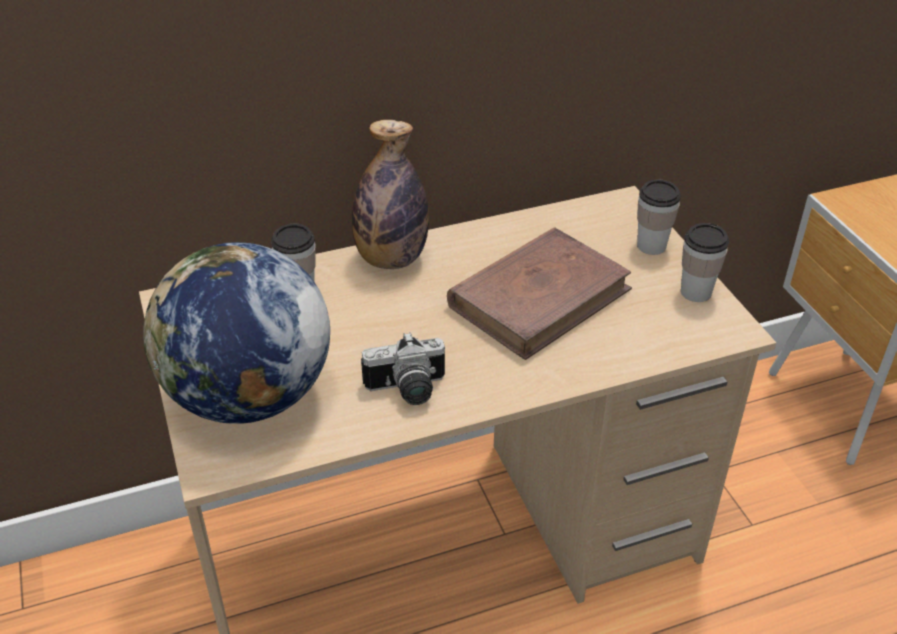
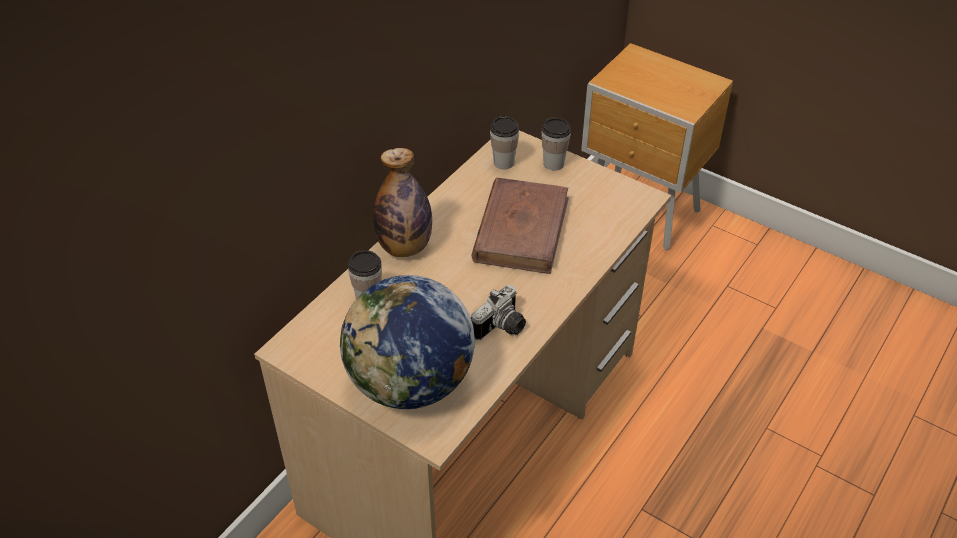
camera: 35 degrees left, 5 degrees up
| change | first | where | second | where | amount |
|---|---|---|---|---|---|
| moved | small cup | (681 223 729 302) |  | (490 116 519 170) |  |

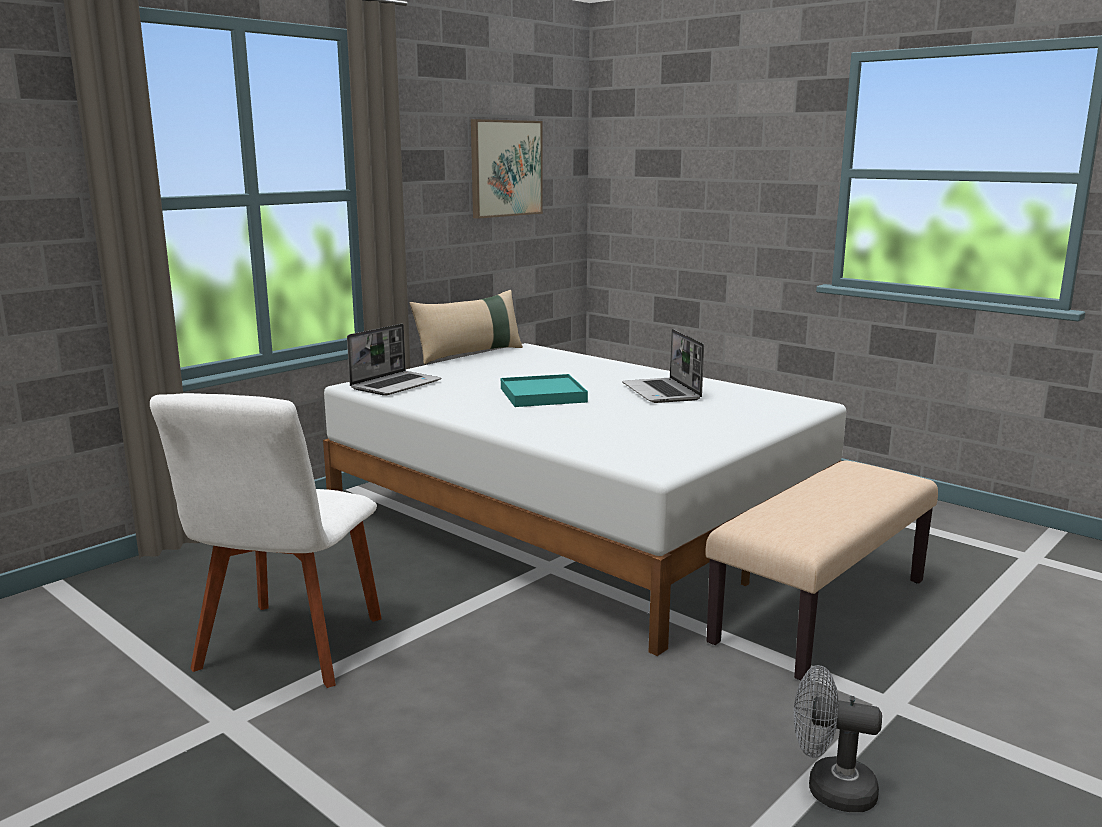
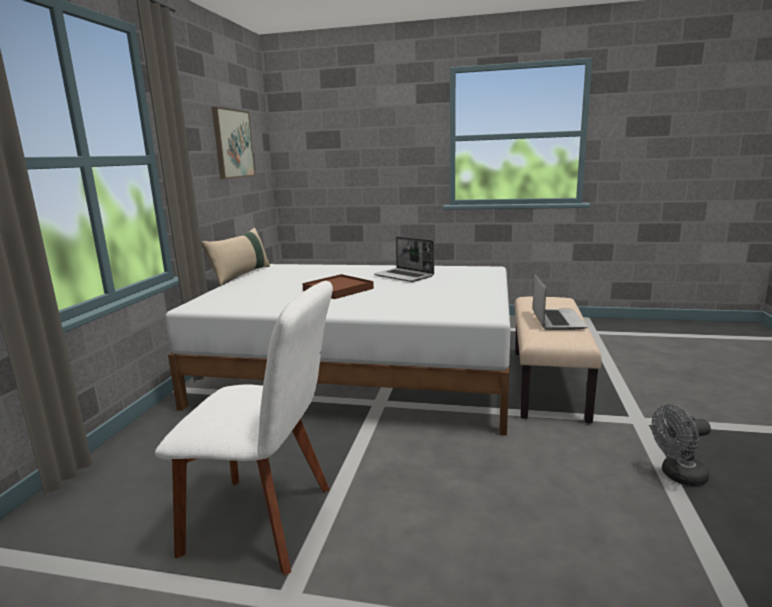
camera: 30 degrees left, 0 degrees up
| change | first | where | second | where | amount |
|---|---|---|---|---|---|
| turned | plain chair in whitish | (150 393 382 688) |  | (155 281 333 576) | 60 degrees counterclockwise |
| recoloured | tray in blue-green | (501 374 588 407) | tray in brown-coloured | (302 274 374 299) |  |
| moved | portable computer | (347 324 441 396) |  | (533 273 588 330) |  |

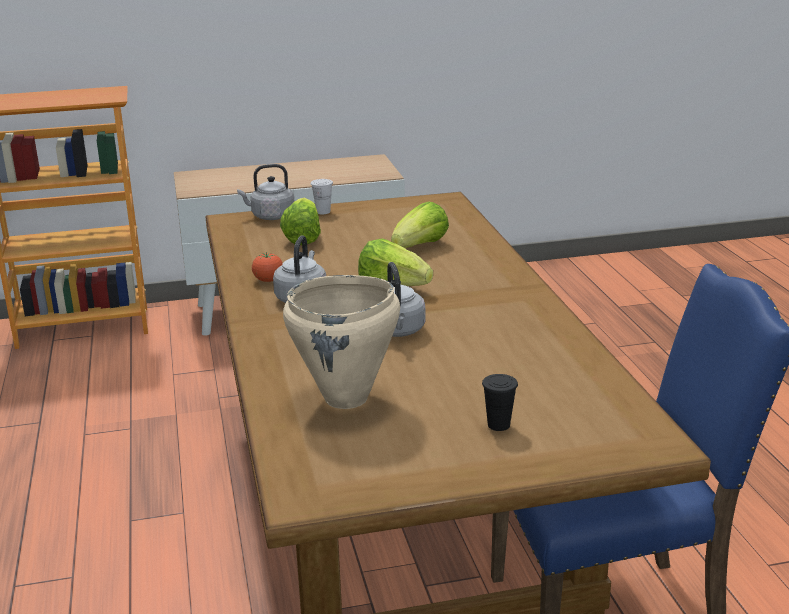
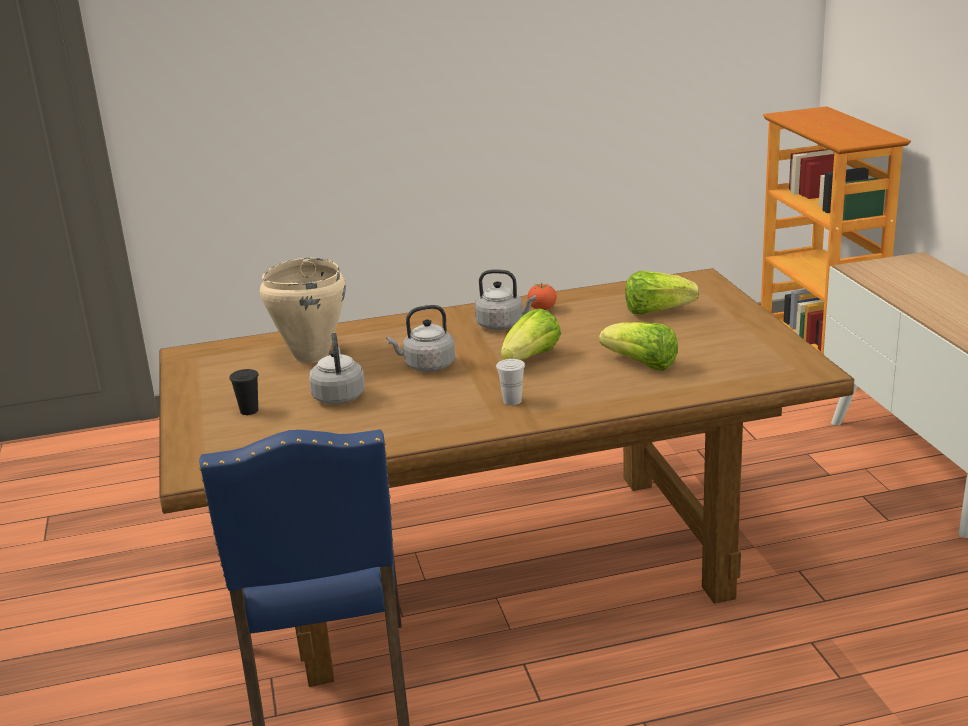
camera: 90 degrees right, 0 degrees up
| change | first | where | second | where | amount |
|---|---|---|---|---|---|
| moved | tea kettle in greyish | (237 164 295 220) |  | (309 333 365 404) |  |
| moved | small cup in whitish | (311 179 333 214) |  | (496 359 525 405) |  |

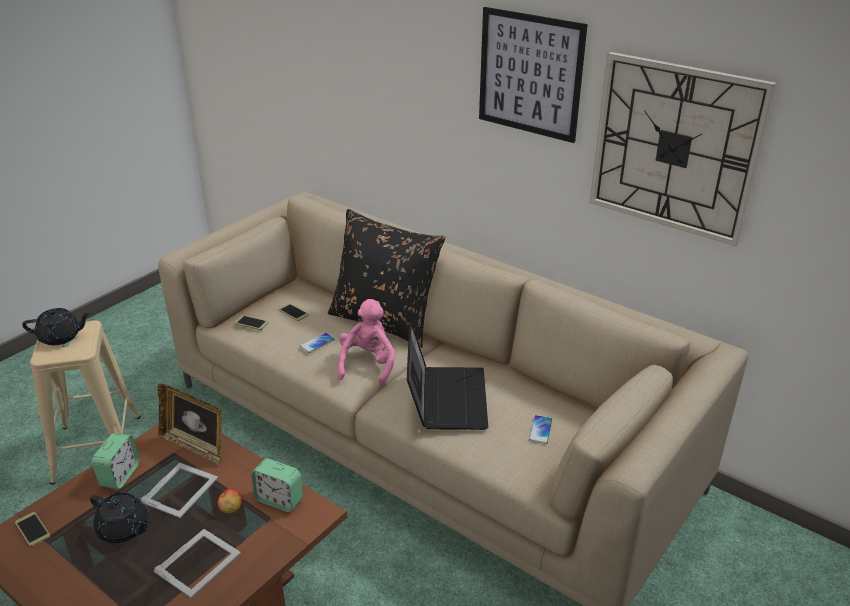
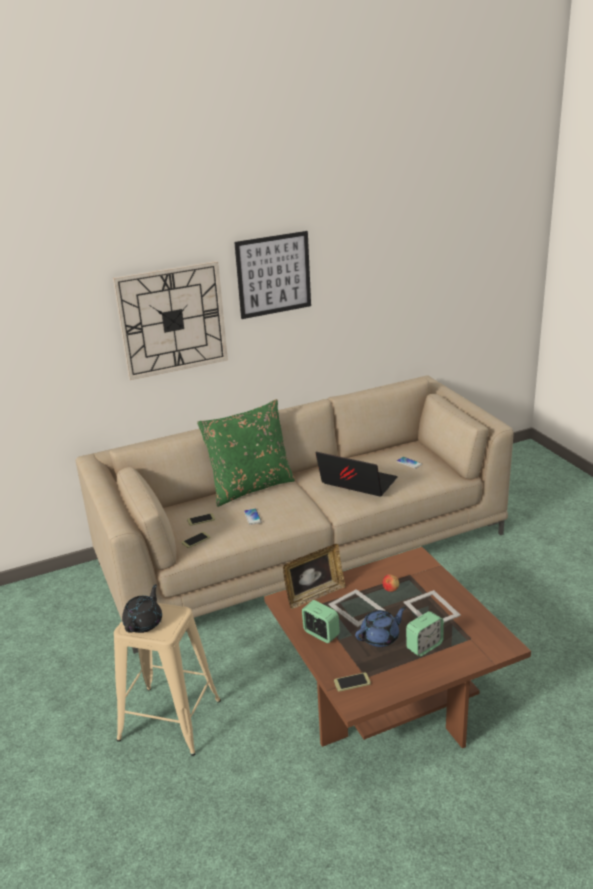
camera: 60 degrees left, 5 degrees down
| change | first | where | second | where | amount |
|---|---|---|---|---|---|
| moved | wall clock | (590 52 777 246) |  | (113 261 228 380) |  |
| recoloured | throw pillow in black-coloured | (328 209 445 348) | throw pillow in green-coloured | (197 399 296 507) |  |
| recoloured | tea pot in black-coloured | (90 492 150 543) | tea pot in bluish | (355 607 406 647) |  |
| moved | bedside clock | (251 459 303 512) |  | (406 611 444 657) |  |
| removed | soft toy in pinkish | (337 299 395 387) |  |  |  |

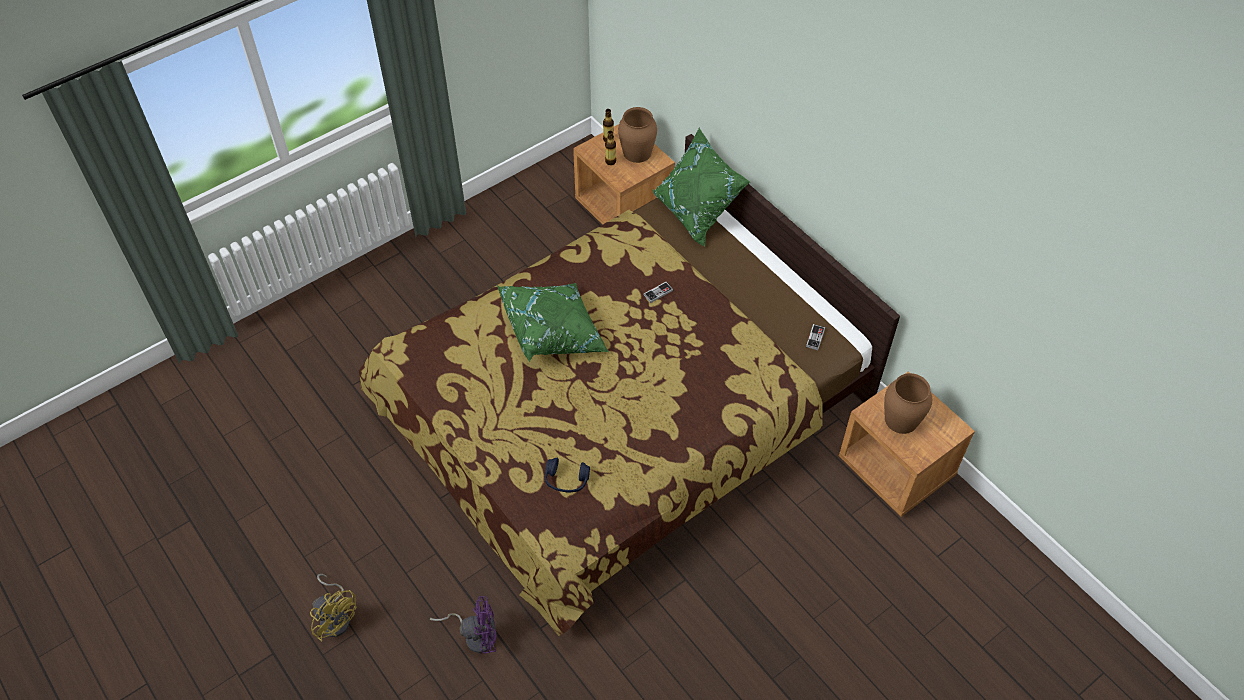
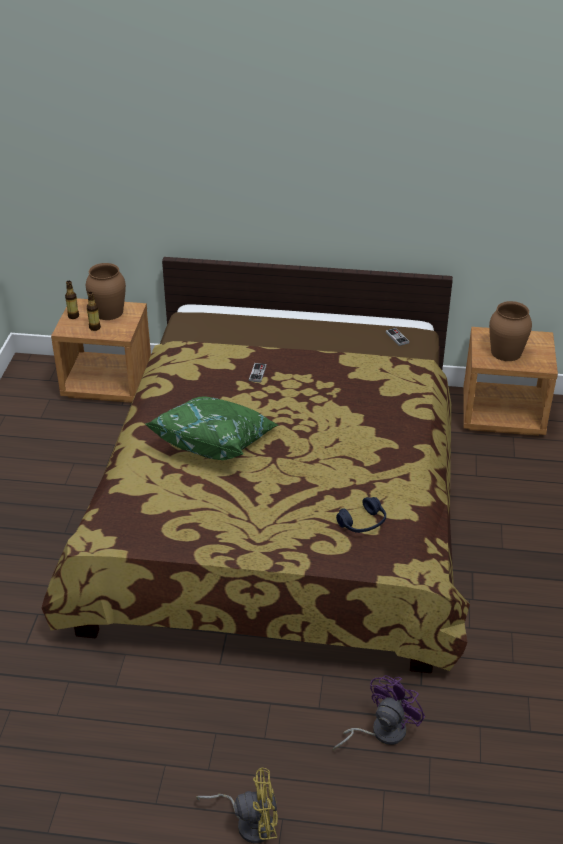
camera: 45 degrees left, 15 degrees down
| change | first | where | second | where | amount |
|---|---|---|---|---|---|
| removed | throw pillow in green-coloured | (652 128 750 247) |  |  |  |

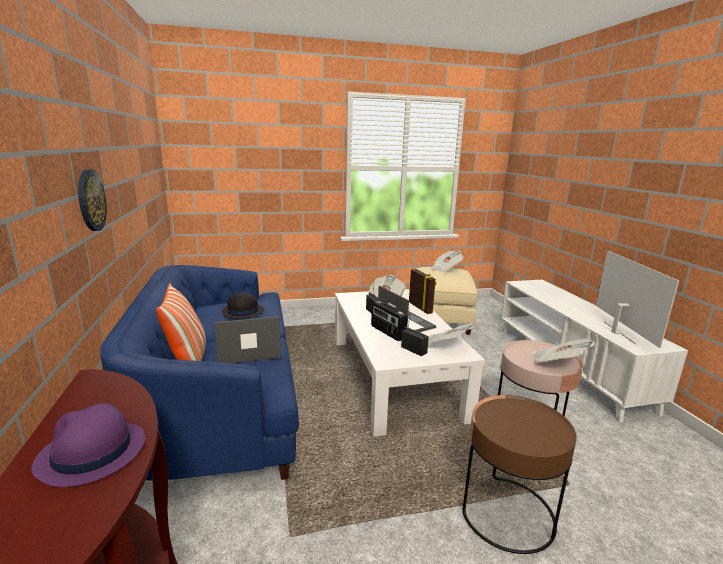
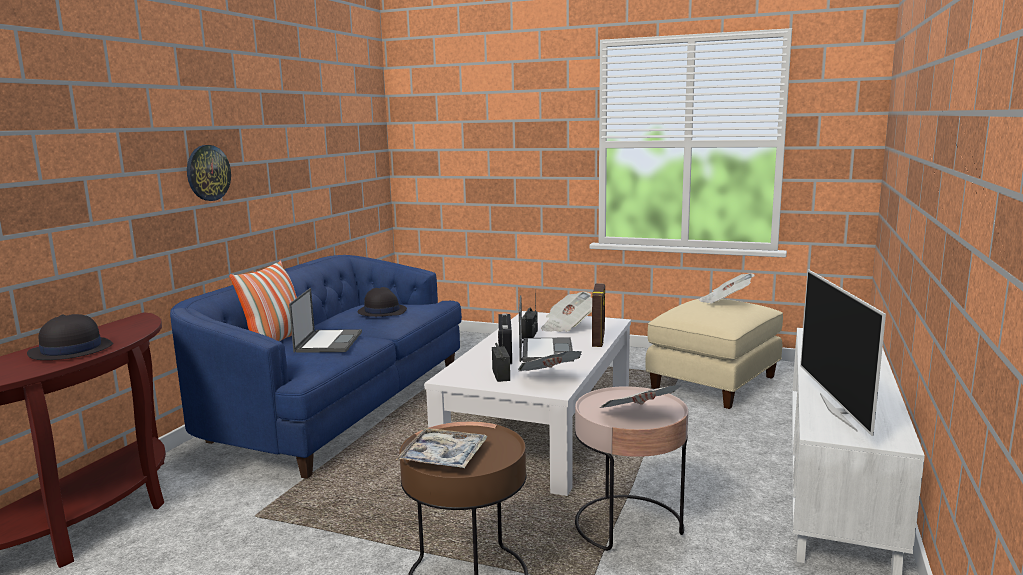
camera: 35 degrees right, 5 degrees down
| change | first | where | second | where | amount |
|---|---|---|---|---|---|
| recoloured | wearable hat in purple-coloured | (31 403 145 487) | wearable hat in black-coloured | (27 314 113 360) |  |
| turned | portable computer | (214 316 281 363) |  | (289 288 362 353) | 75 degrees clockwise |
| added |  |  | tray | (396 428 488 468) |  |
| turned | TV | (596 251 679 348) |  | (800 270 886 436) | 150 degrees clockwise |

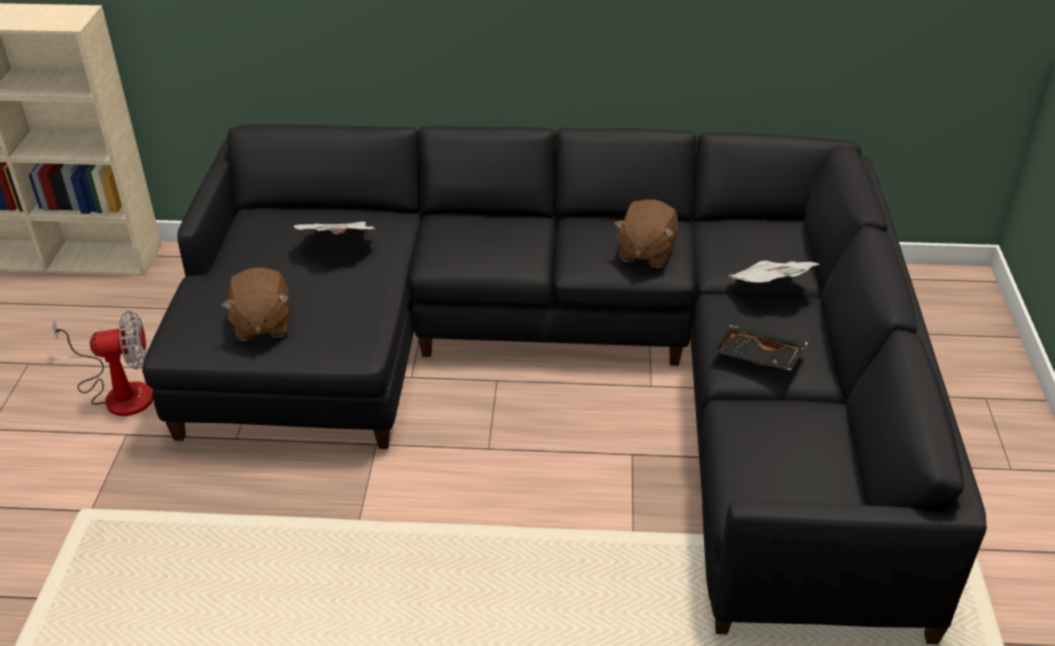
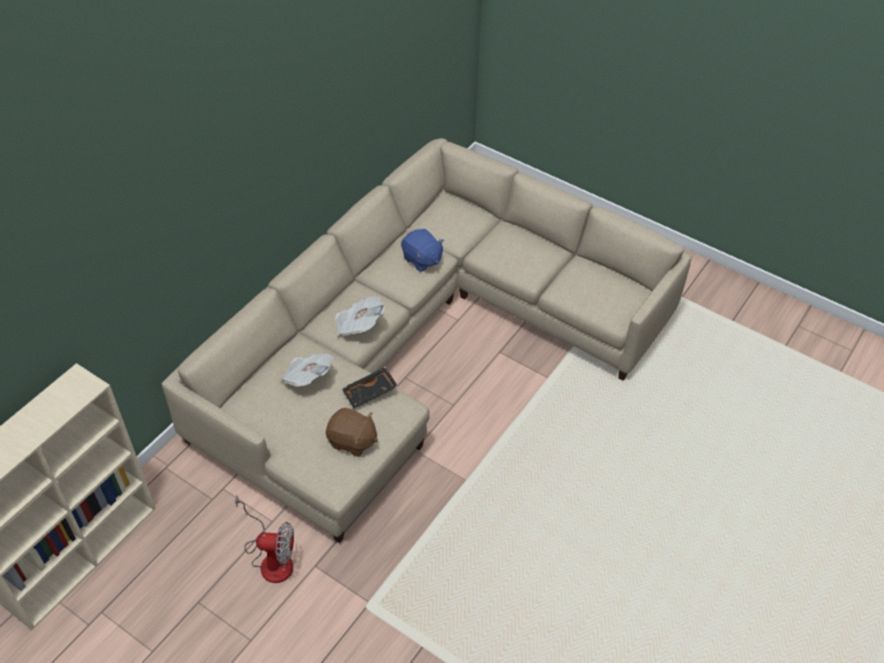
camera: 60 degrees left, 10 degrees up
| change | first | where | second | where | amount |
|---|---|---|---|---|---|
| recoloured | couch in black-coloured | (142 124 987 644) | couch in beige-coloured | (162 138 692 543) |  |
| turned | electric fan | (52 310 153 416) |  | (235 495 294 583) | 75 degrees clockwise |
| moved | daily paper | (729 261 819 283) |  | (335 297 385 336) |  |
| moved | tray in black-coloured | (711 325 808 370) |  | (341 367 398 408) |  |
| recoloured | soft toy in brown-coloured | (614 199 679 268) | soft toy in bluish | (401 229 444 272) |  |

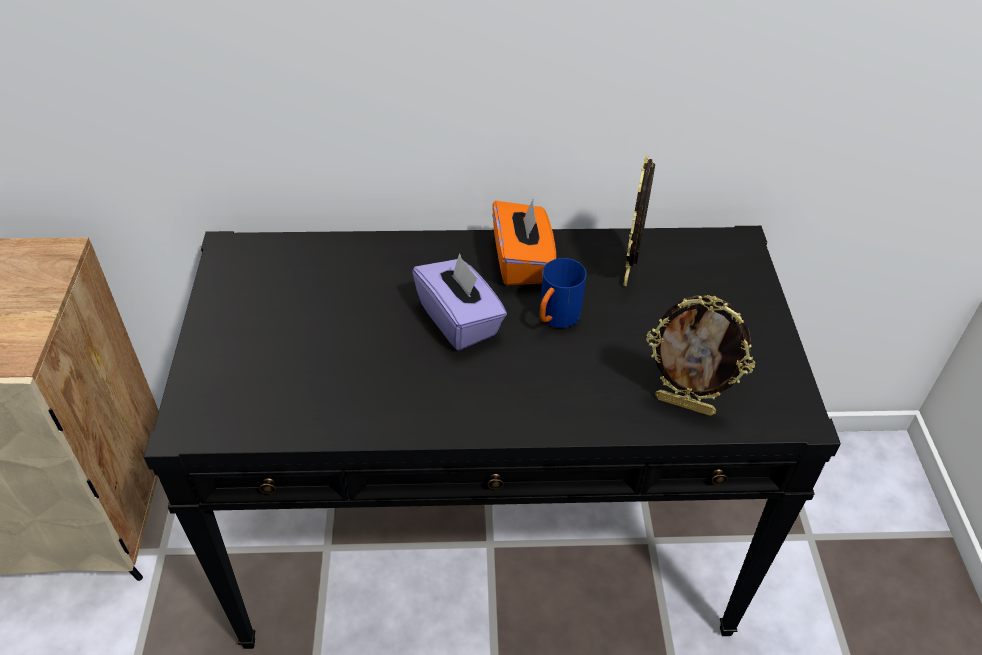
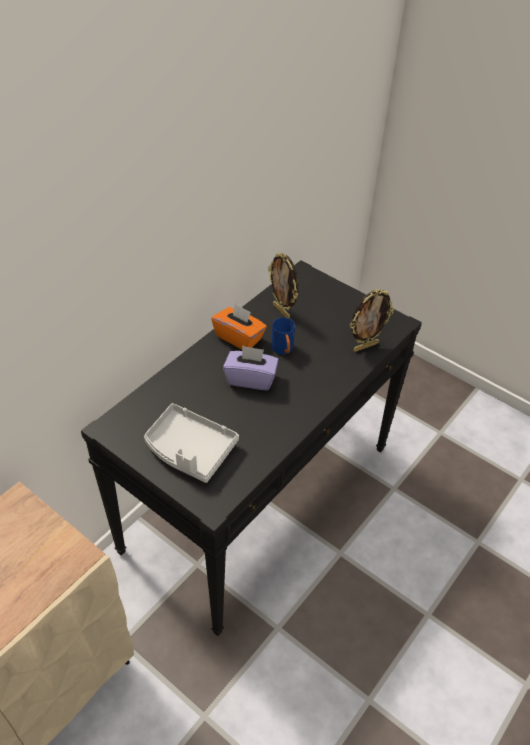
camera: 50 degrees left, 0 degrees up
| change | first | where | second | where | amount |
|---|---|---|---|---|---|
| added |  |  | tray in greyish | (144 403 239 483) |  |

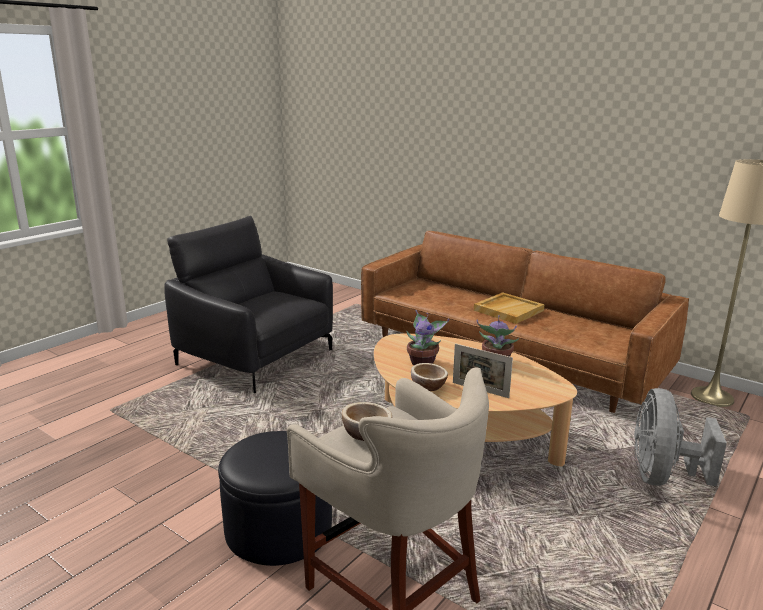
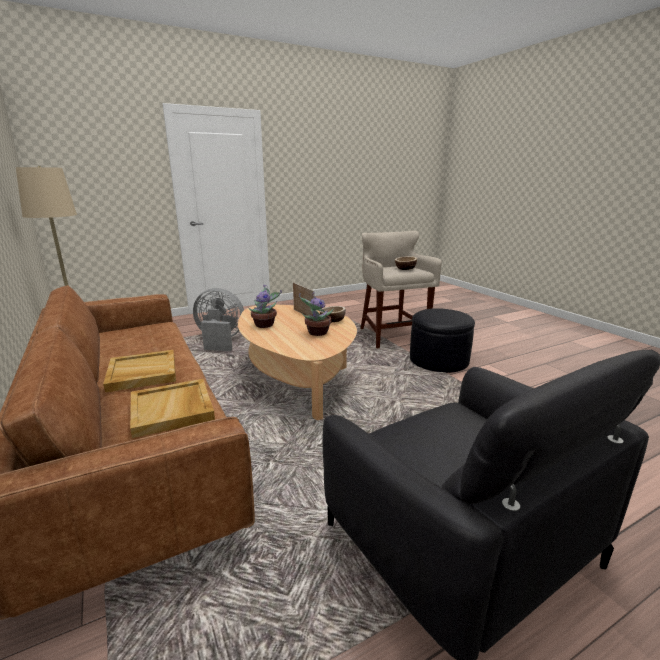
camera: 155 degrees left, 0 degrees up
| change | first | where | second | where | amount |
|---|---|---|---|---|---|
| added |  |  | tray in beige-coloured | (130 379 215 438) |  |
| turned | electric fan in greyish | (634 388 727 486) |  | (193 288 244 351) | 120 degrees counterclockwise |

